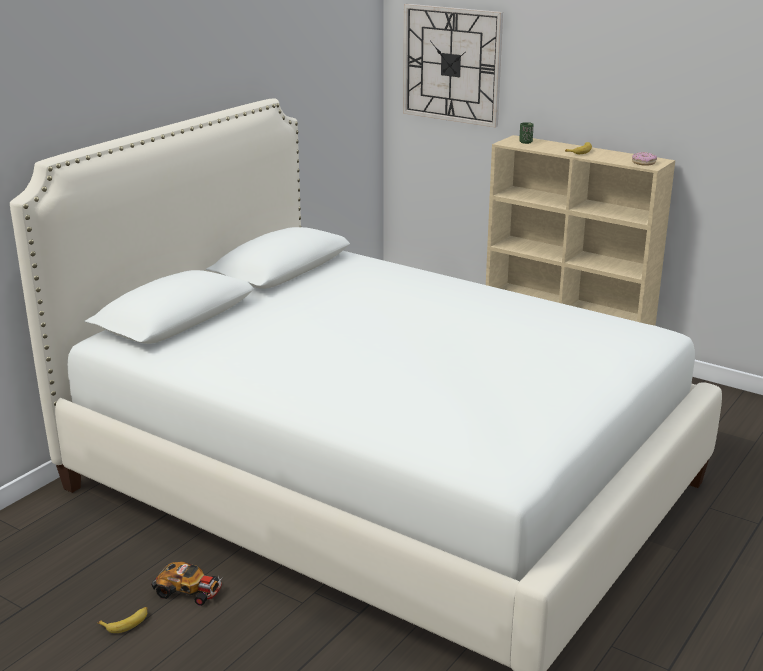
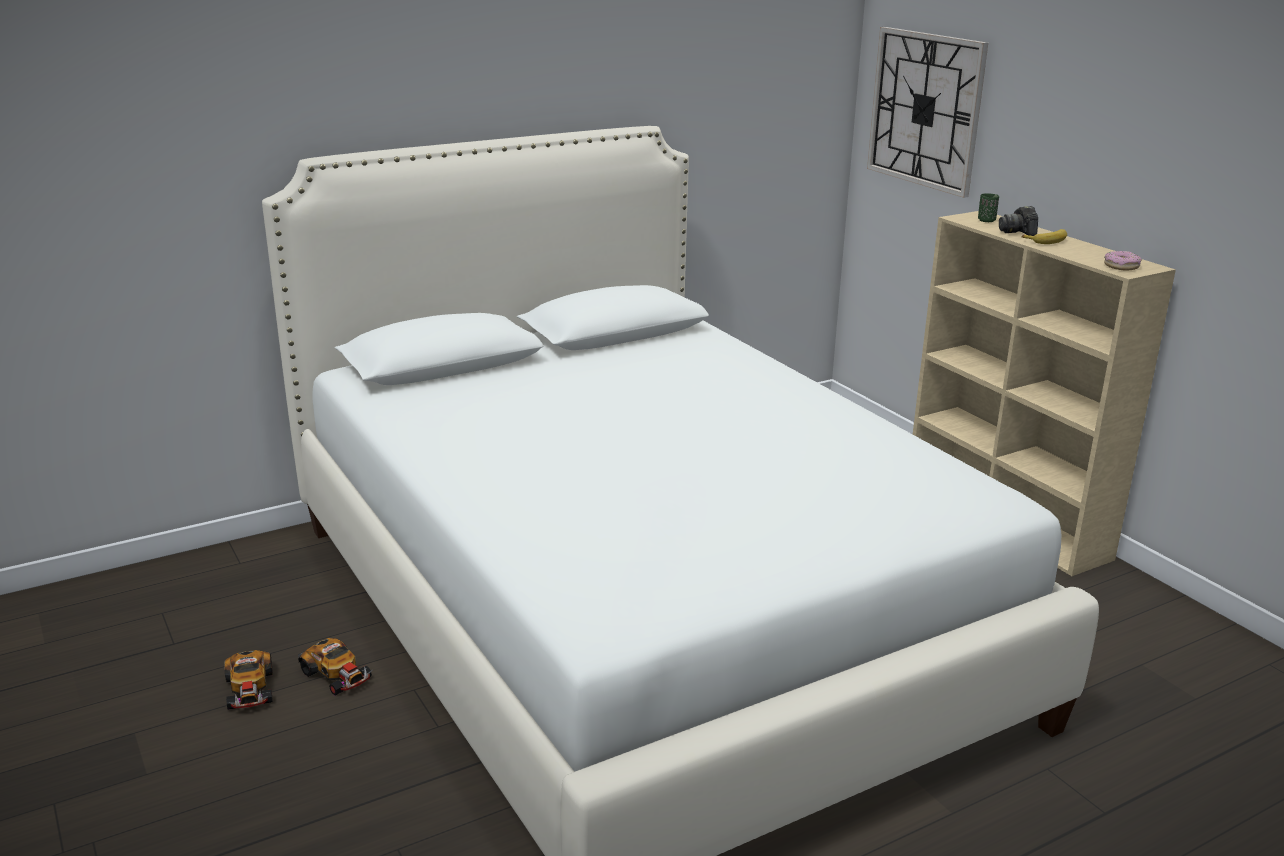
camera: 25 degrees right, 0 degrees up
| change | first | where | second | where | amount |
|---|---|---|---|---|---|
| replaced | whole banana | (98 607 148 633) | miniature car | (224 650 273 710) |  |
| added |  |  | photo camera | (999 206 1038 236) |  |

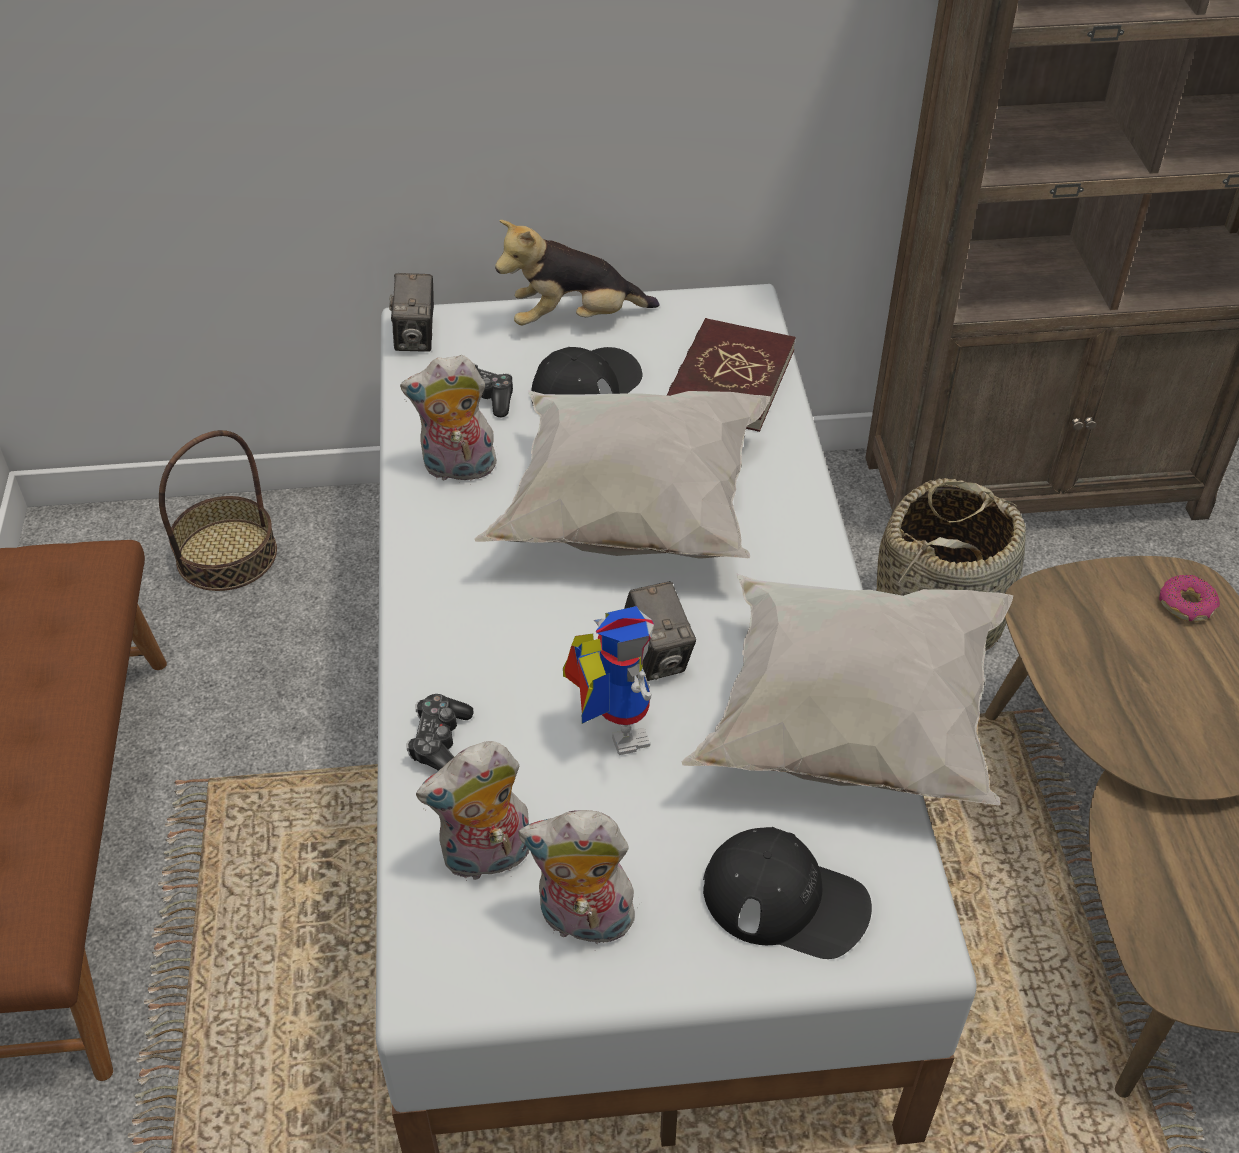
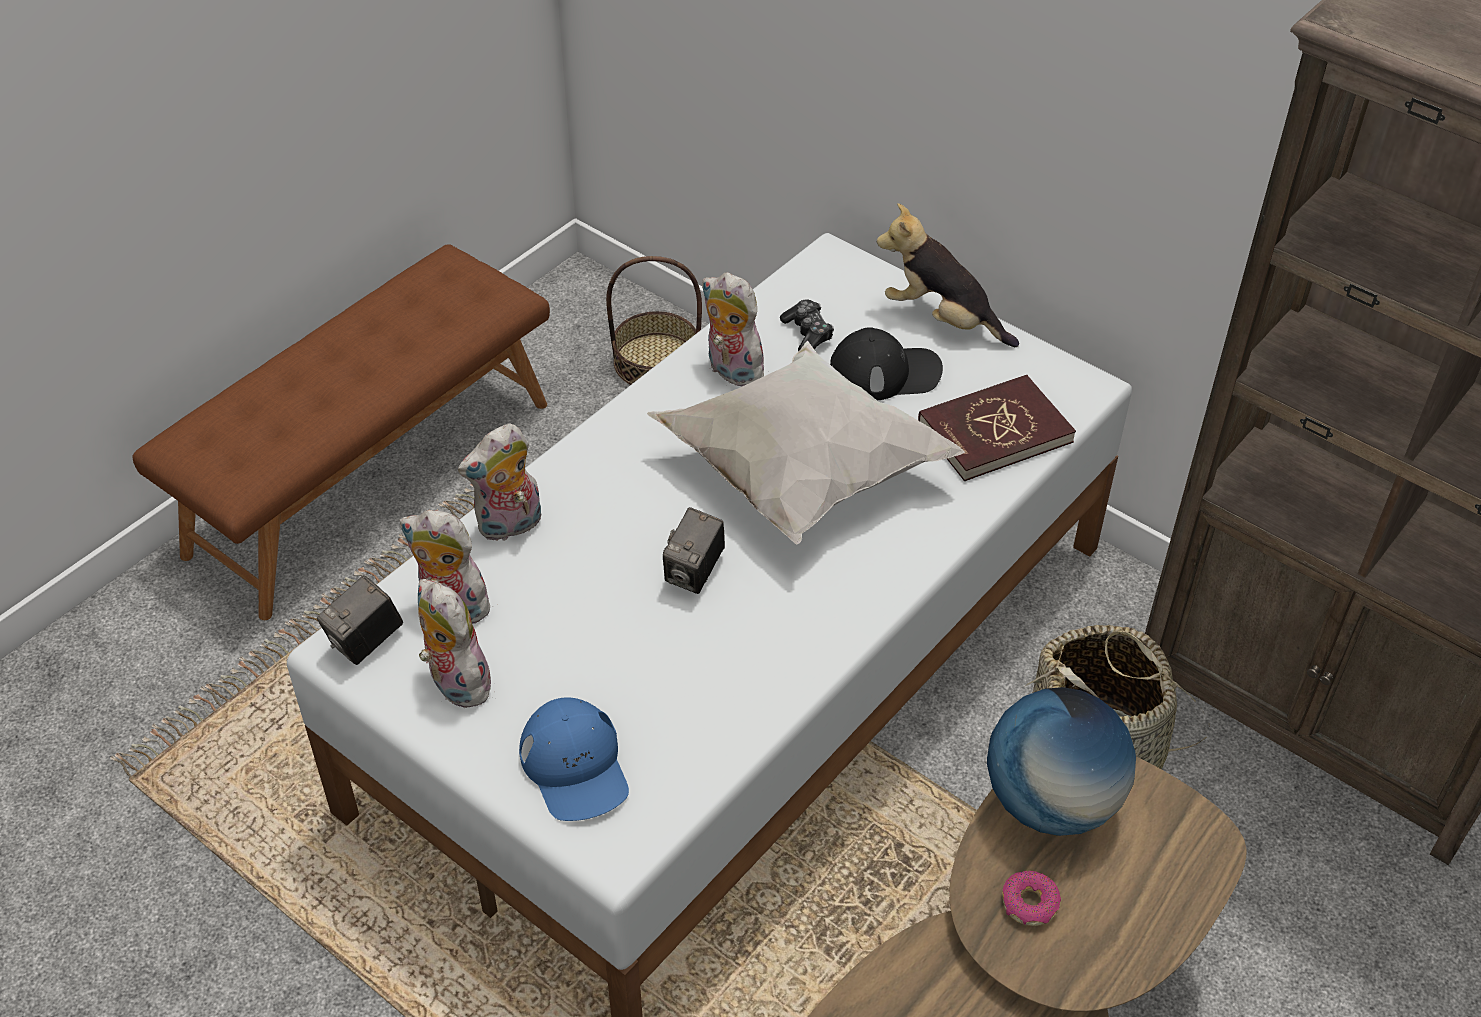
camera: 45 degrees right, 0 degrees up
| change | first | where | second | where | amount |
|---|---|---|---|---|---|
| moved | photo camera | (389 273 434 352) |  | (317 575 403 665) |  |
| replaced | joypad | (406 694 474 771) | soft toy | (458 423 541 541) |  |
| recoloured | baseball cap in black-coloured | (703 827 872 959) | baseball cap in bluish | (519 697 629 821) |  |
| added |  |  | world globe | (987 687 1136 836) |  |
| moved | ring doughnut | (1159 575 1220 622) |  | (1002 871 1061 926) |  |
| removed | toy robot | (563 606 654 755) |  |  |  |
| removed | throw pillow in whitish | (681 573 1013 806) |  |  |  |

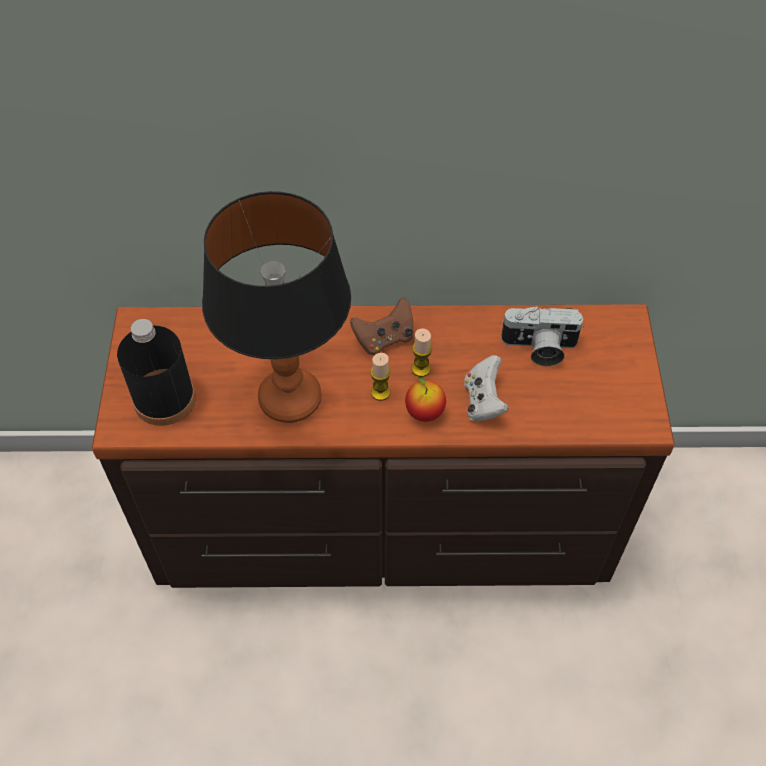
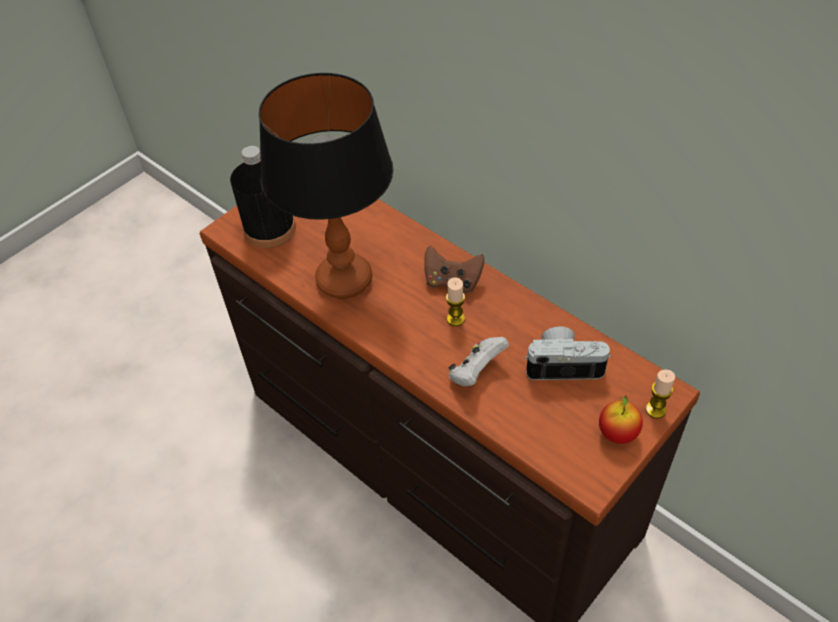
camera: 45 degrees right, 5 degrees down
| change | first | where | second | where | amount |
|---|---|---|---|---|---|
| turned | photo camera | (500 306 584 366) |  | (524 326 611 380) | 135 degrees clockwise |
| moved | apple | (405 377 446 422) |  | (599 396 643 444) |  |
| moved | wax candle | (370 353 391 401) |  | (646 369 675 419) |  |

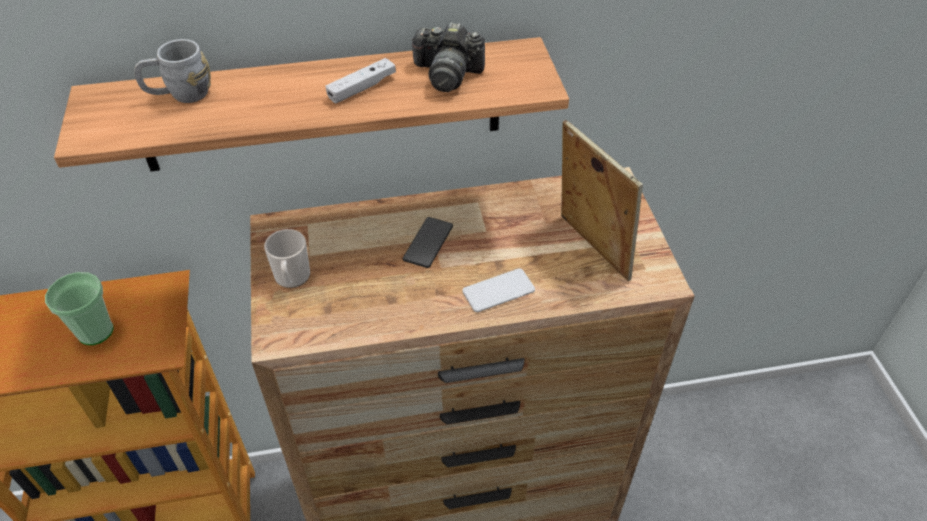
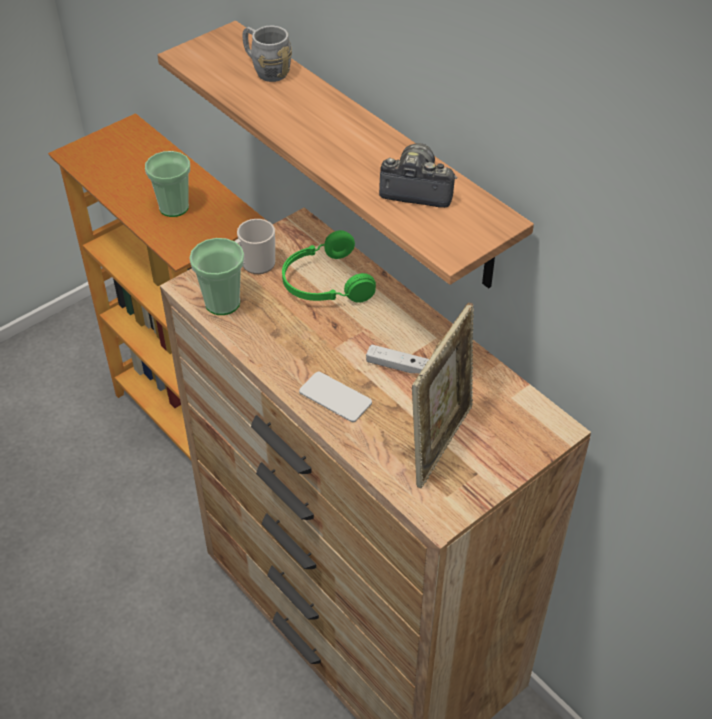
camera: 60 degrees right, 0 degrees up
| change | first | where | second | where | amount |
|---|---|---|---|---|---|
| added |  |  | small cup | (189 238 244 315) |  |
| added |  |  | headset in green-coloured | (282 230 376 303) |  |
| moved | joypad in whitish | (325 58 396 103) |  | (366 344 429 374) |  |
| turned | photo camera | (410 22 485 92) |  | (379 143 457 208) | 120 degrees clockwise |
| removed | telephone | (403 217 453 268) |  |  |  |

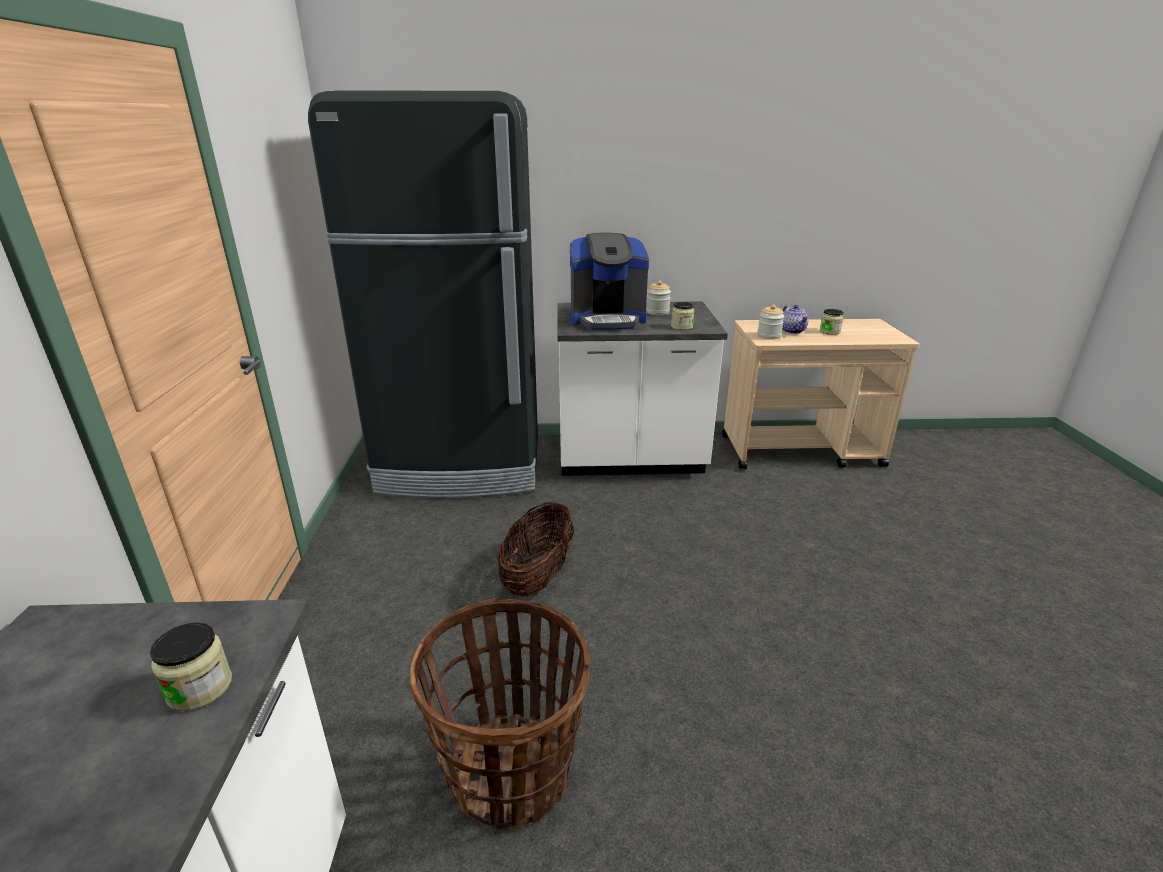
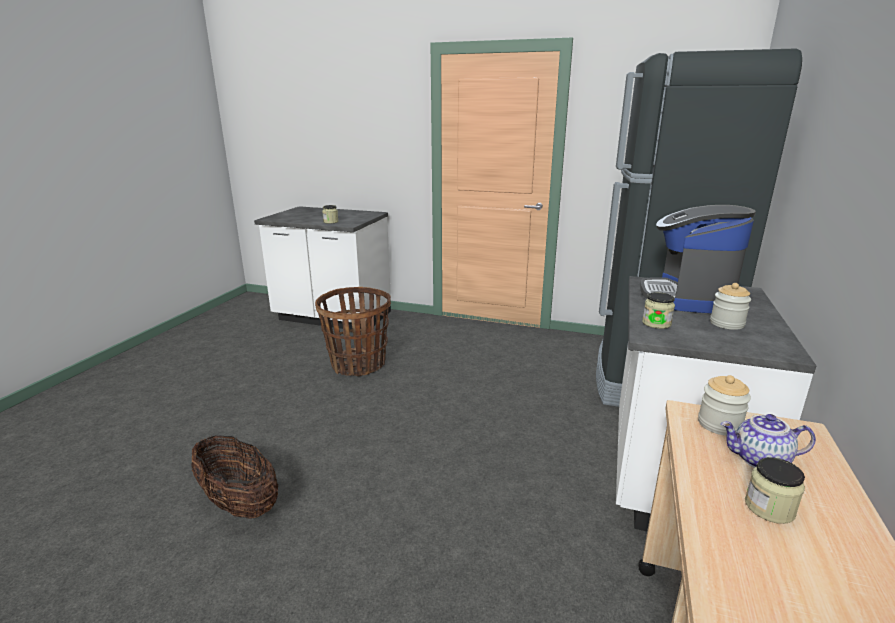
camera: 110 degrees right, 5 degrees down
| change | first | where | second | where | amount |
|---|---|---|---|---|---|
| moved | household basket | (498 502 574 597) |  | (191 435 278 519) |  |

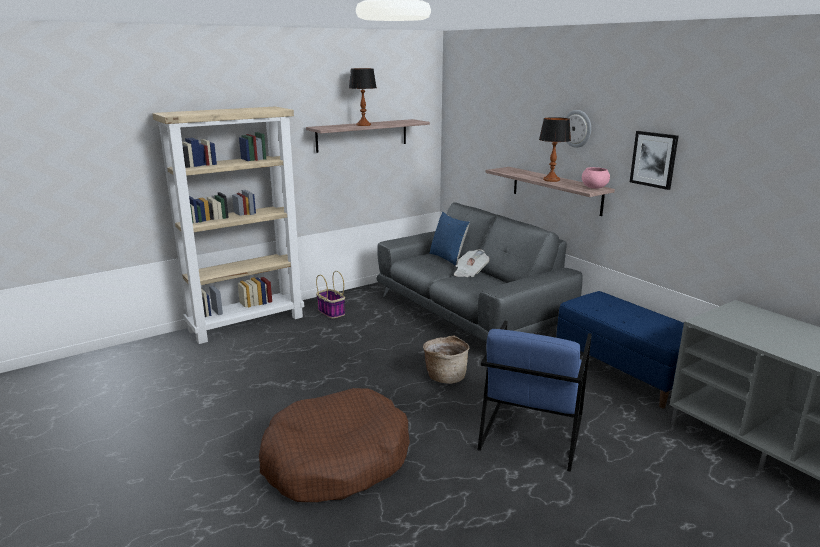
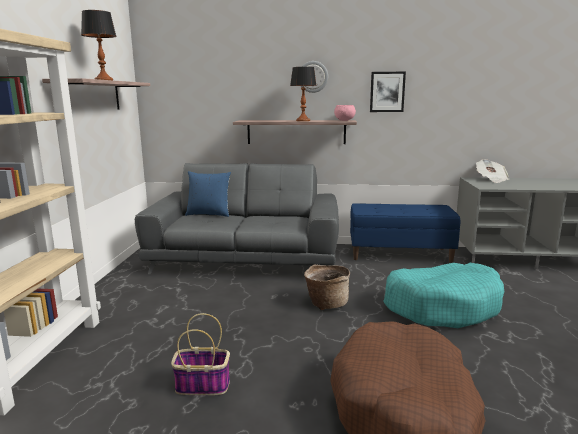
camera: 50 degrees left, 5 degrees down
| change | first | where | second | where | amount |
|---|---|---|---|---|---|
| moved | household basket | (316 271 345 318) |  | (171 313 230 395) |  |
| replaced | lounge chair in bluish | (477 321 592 472) | dog cushion in blue-green | (383 263 504 328) |  |
| moved | daily paper | (454 249 489 277) |  | (476 159 509 183) |  |

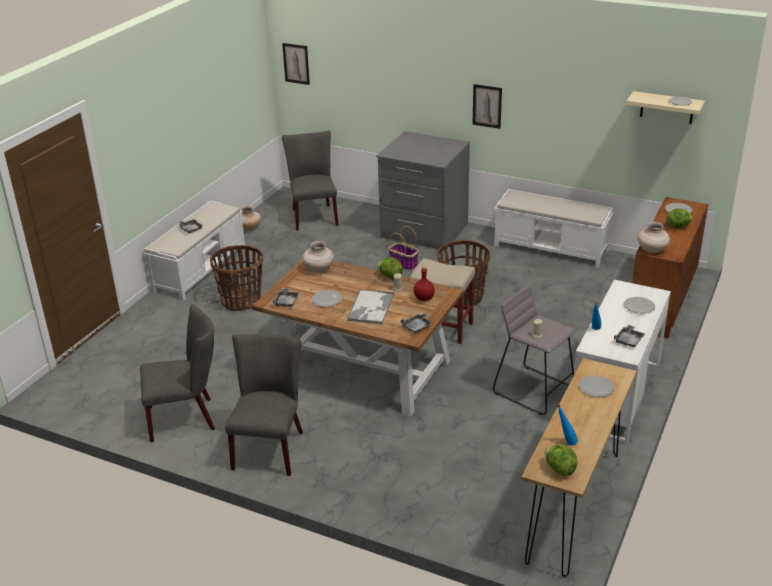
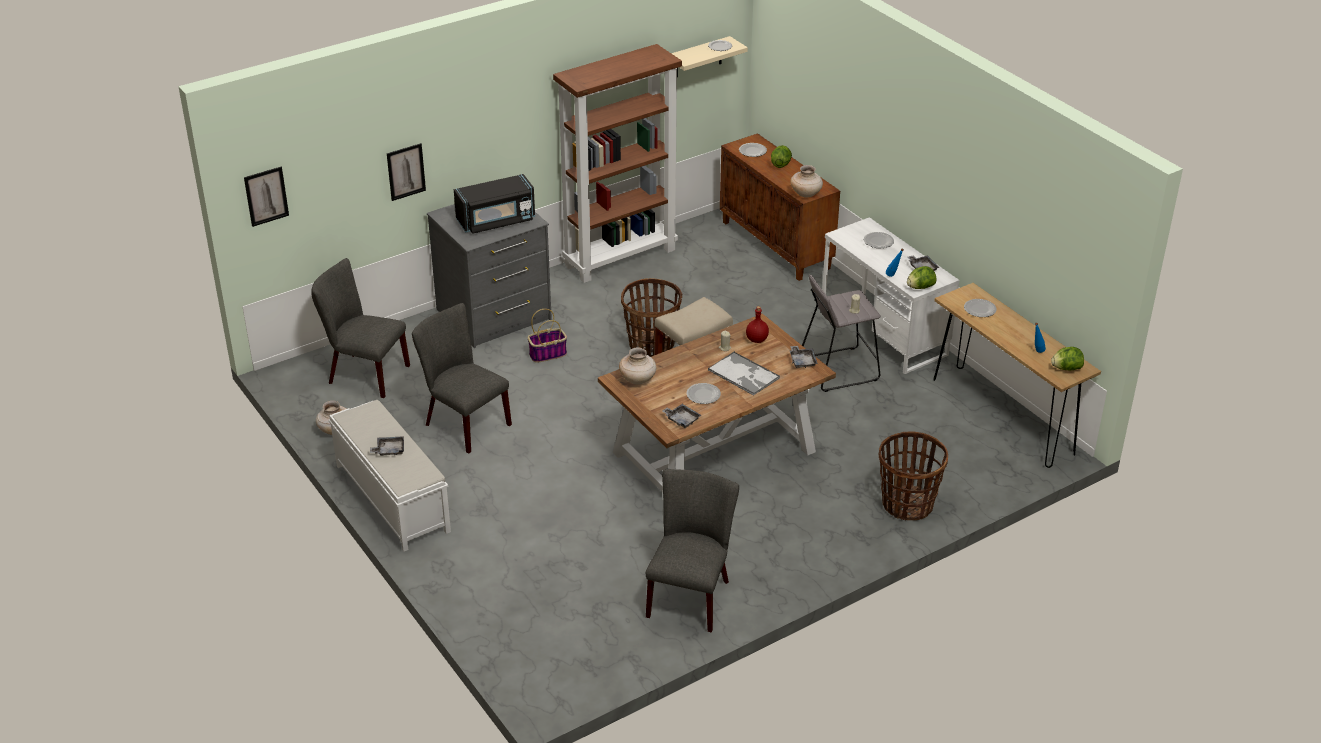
camera: 60 degrees left, 5 degrees up
| change | first | where | second | where | amount |
|---|---|---|---|---|---|
| moved | wall picture | (472 84 502 129) |  | (387 143 426 201) |  |
| moved | plain chair in greyish | (225 334 303 476) |  | (412 303 512 454) |  |
| added |  |  | microwave in black-coloured | (454 174 535 234) |  |
| replaced | long seat in whitish | (494 189 614 268) | bookcase in brown-coloured | (553 44 682 283) |  |
| moved | household basket | (210 245 263 311) |  | (879 431 948 520) |  |
| moved | lettuce | (377 257 403 279) |  | (907 266 936 289) |  |

